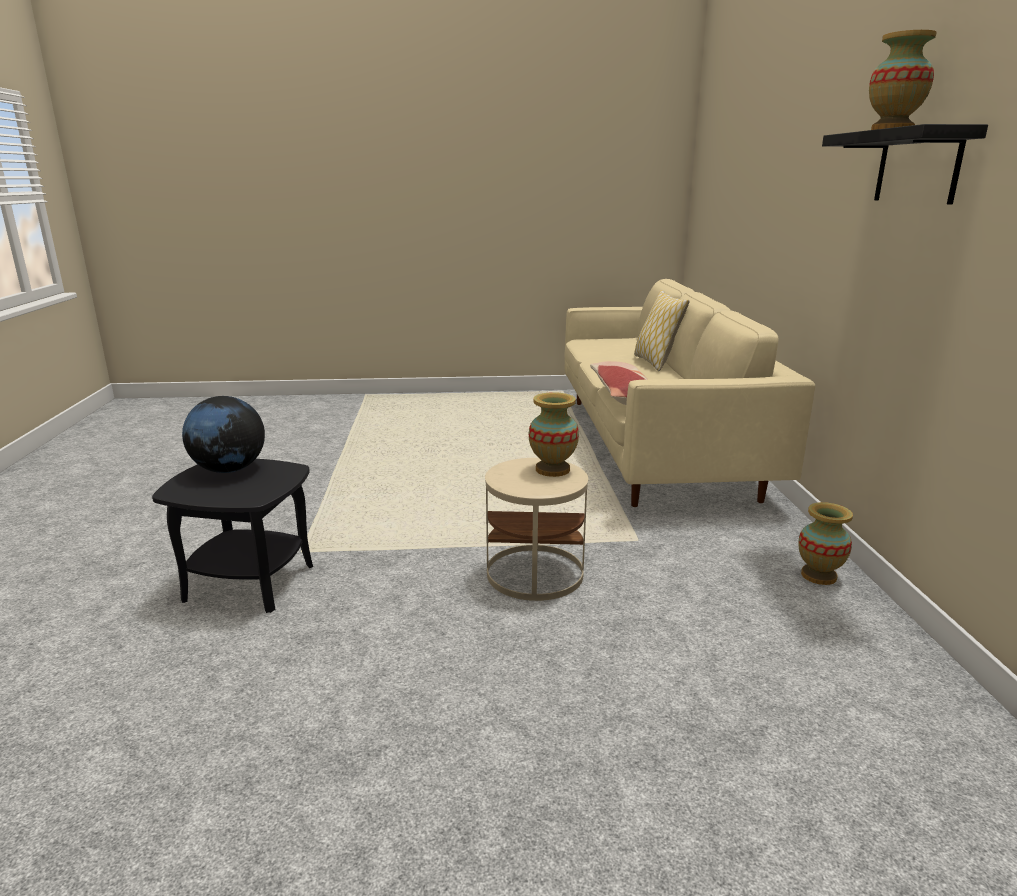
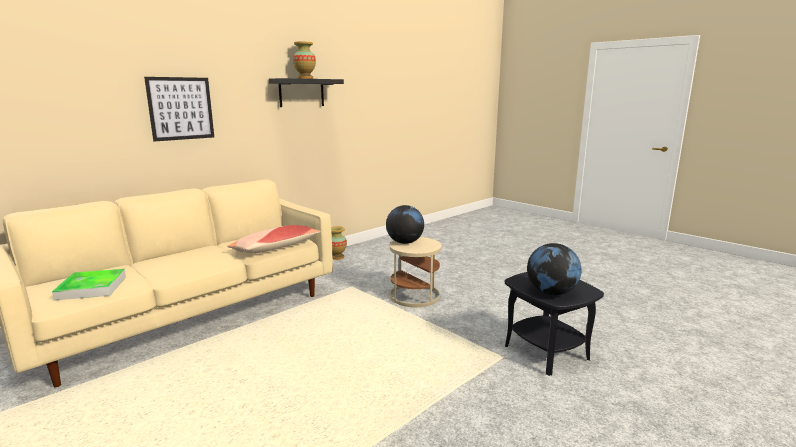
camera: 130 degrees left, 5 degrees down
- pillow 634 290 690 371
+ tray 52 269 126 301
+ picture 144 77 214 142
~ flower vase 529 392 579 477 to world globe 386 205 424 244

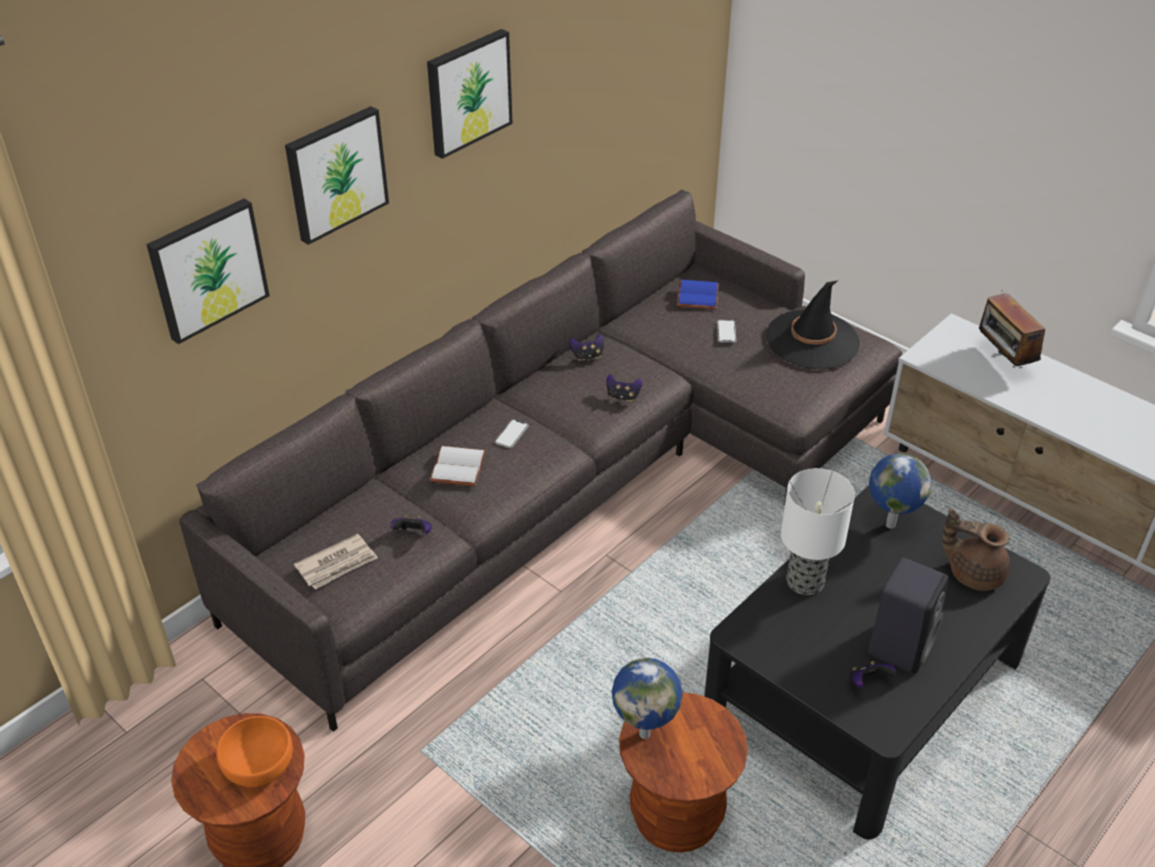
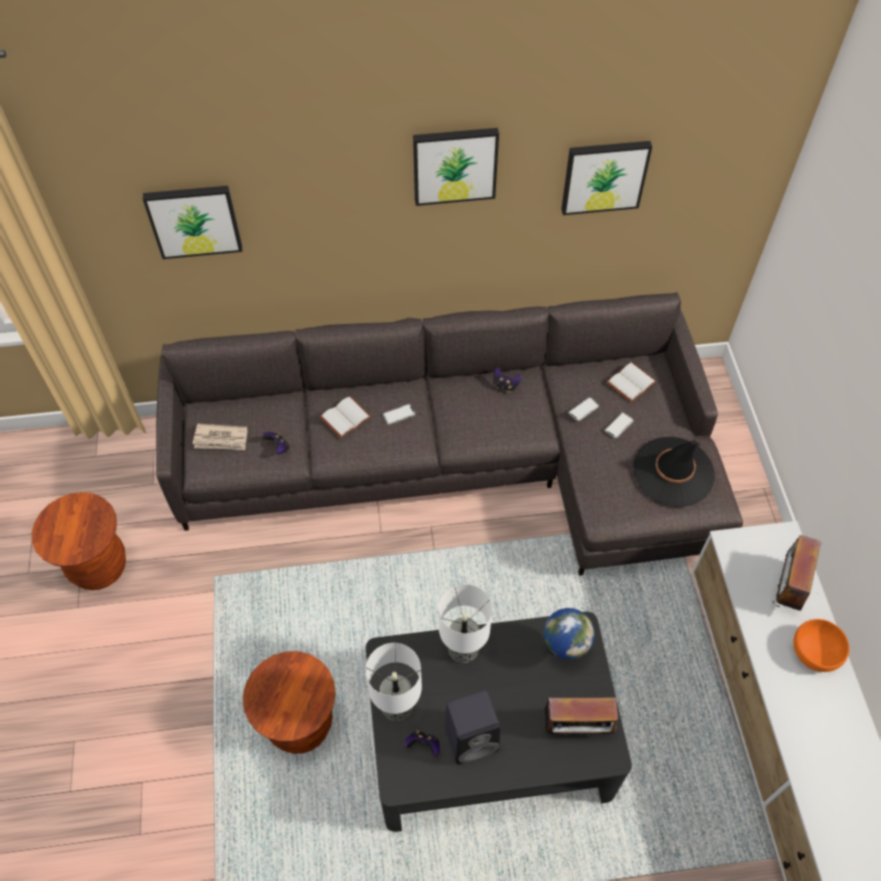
camera: 40 degrees right, 15 degrees up
- game controller 606 374 643 402
- world globe 612 658 682 739
+ lamp for a table 365 643 422 721
+ telephone 568 397 599 421
~ serving bowl in orange 216 716 293 787 to 793 619 849 672
~ picture 285 106 389 245 to 561 141 652 215
~ pot for tea in brown 942 509 1010 591 to radio set 544 693 620 745
~ book in blue 677 280 719 309 to book in white-coloured 606 362 657 403

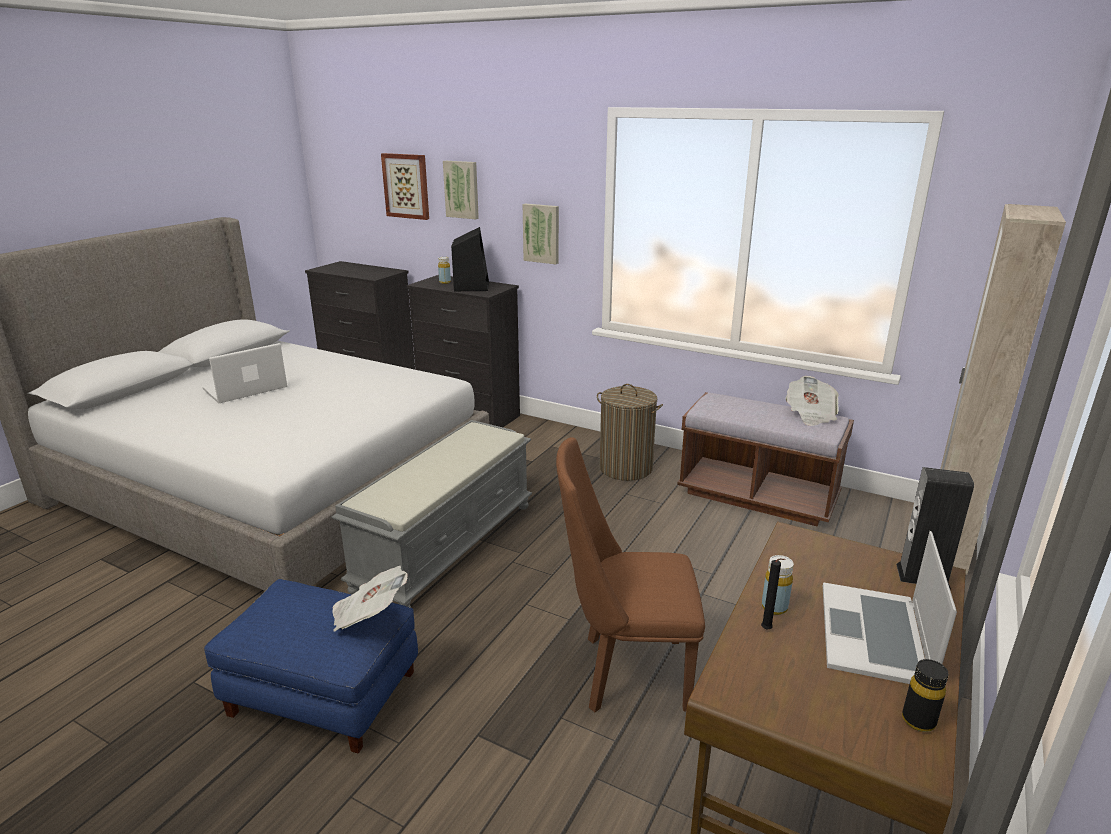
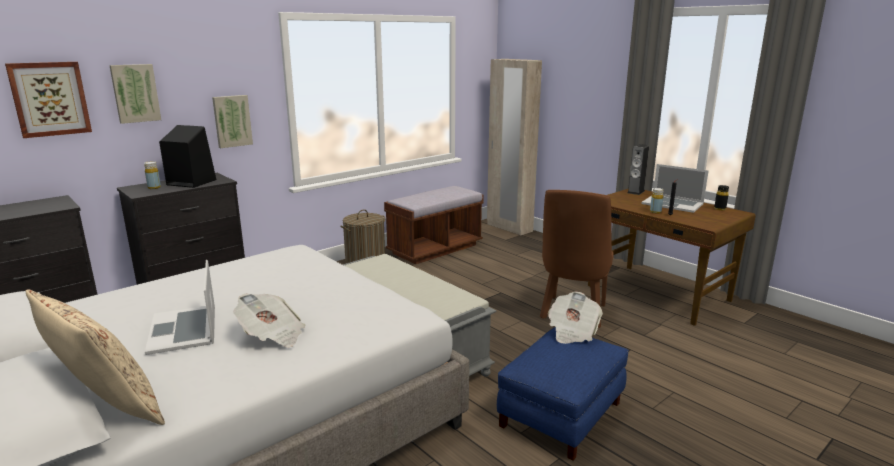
camera: 70 degrees left, 5 degrees down
+ pillow in beige 26 289 165 425
~ printed paper 785 376 839 426 to 233 293 305 347

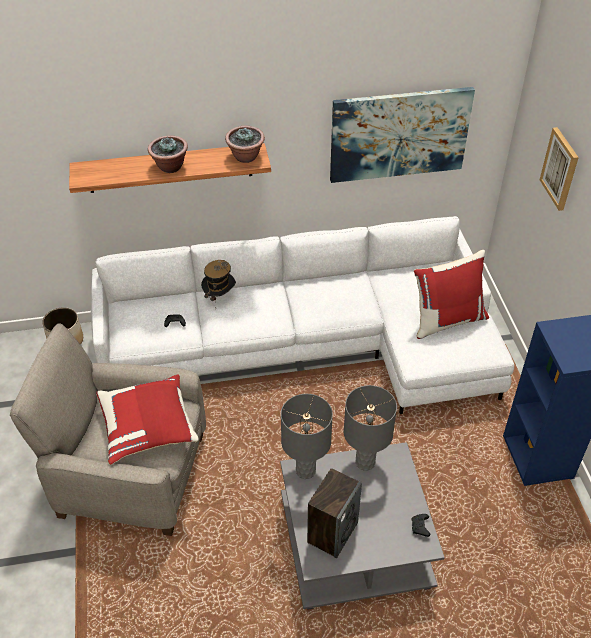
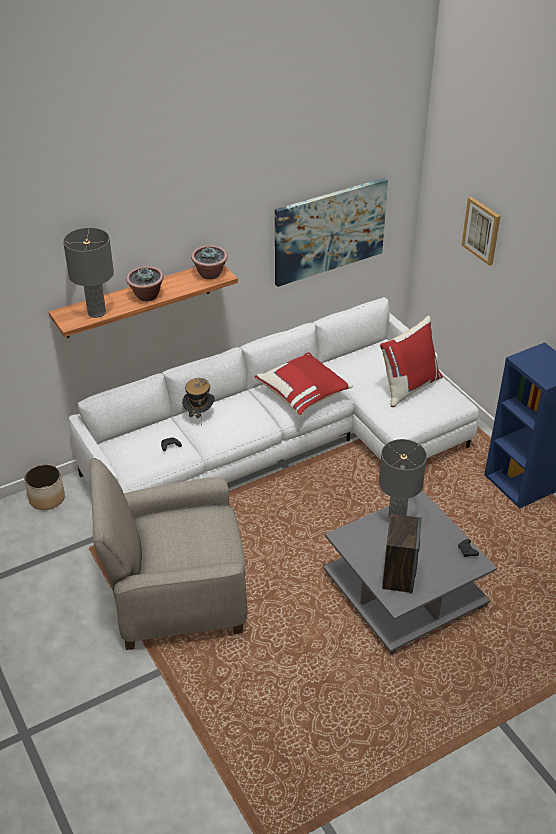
camera: 20 degrees left, 5 degrees down
~ pillow in reddish 96 374 199 465 to 255 352 353 415
~ lamp for a table in gray 281 394 333 479 to 63 227 114 318

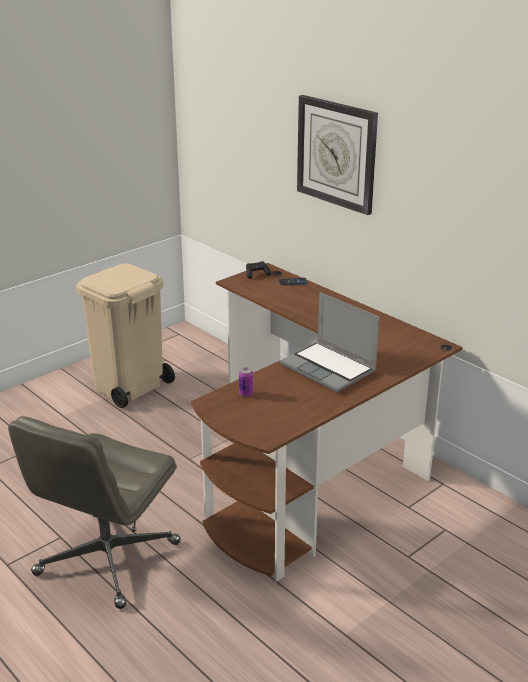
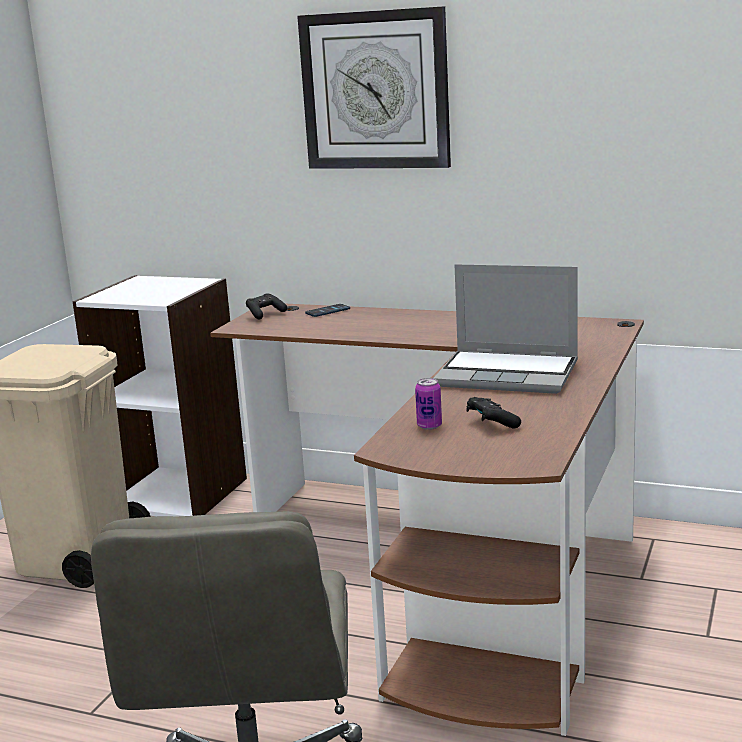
camera: 25 degrees left, 10 degrees down
+ shelving unit in white-coloured 73 275 247 516
+ game controller in black-coloured 467 397 521 428

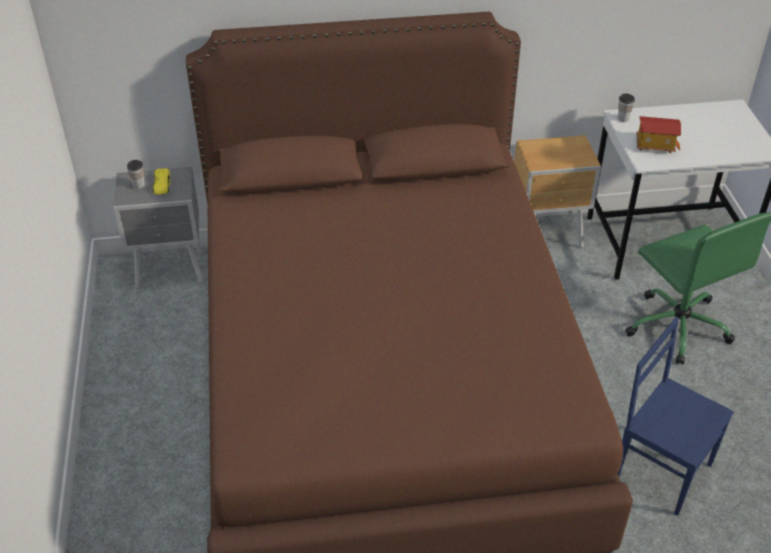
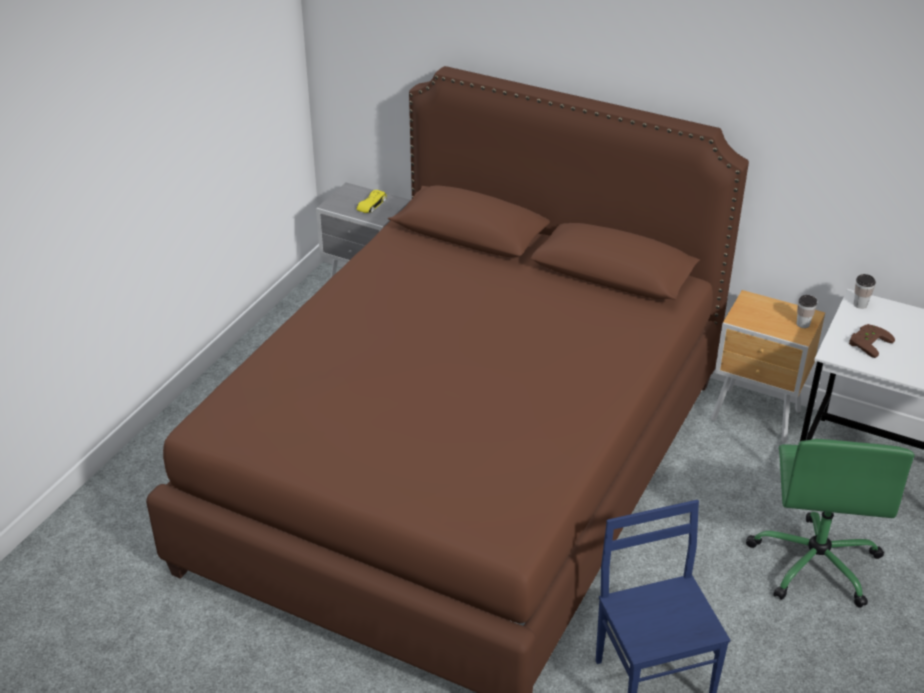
camera: 35 degrees right, 5 degrees down
~ small cup 127 160 145 189 to 797 295 817 328
~ miniature house 636 116 681 153 to game controller in brown 849 324 895 358

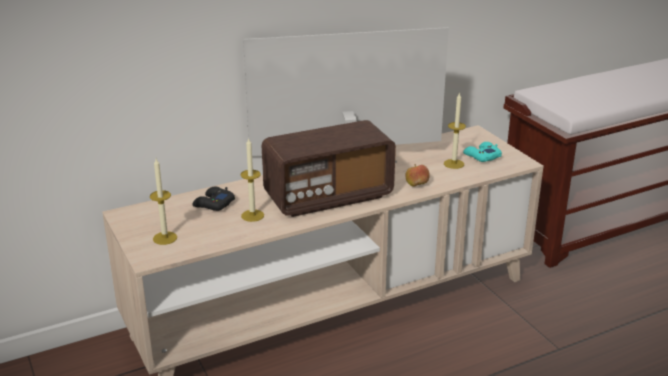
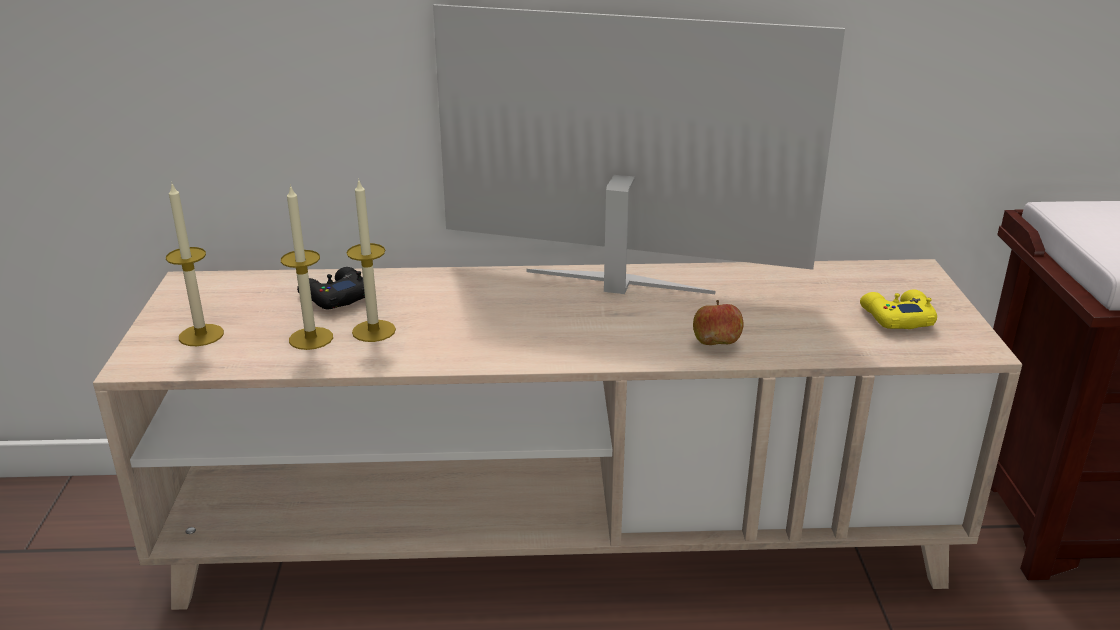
camera: 25 degrees right, 0 degrees up
- radio set 262 120 396 217
~ wax light 444 92 466 169 to 281 184 333 350
~ game controller in blue-green 463 142 502 162 to game controller in yellow-coloured 860 289 937 329

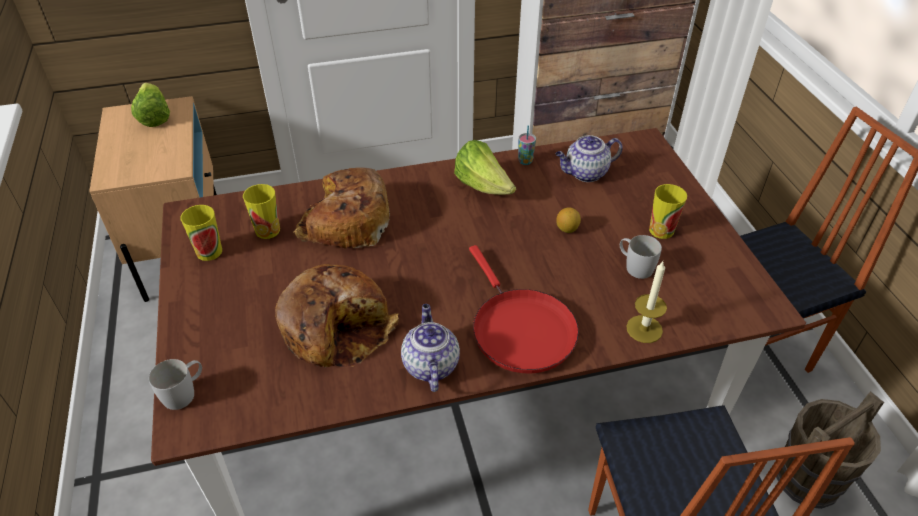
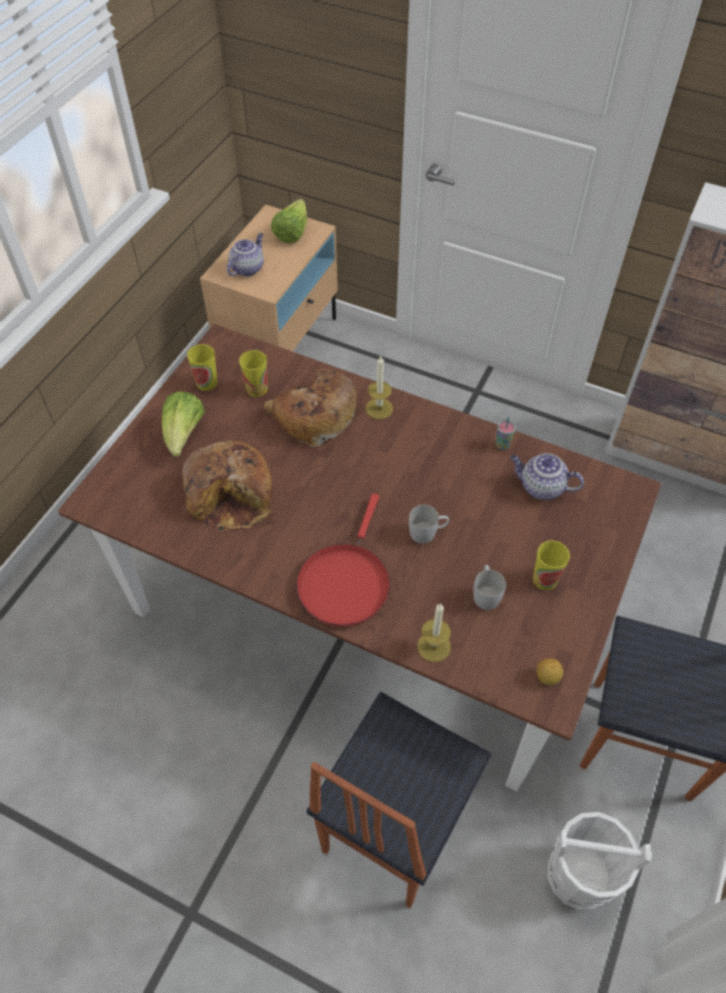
camera: 40 degrees right, 10 degrees up
+ wax light 366 355 393 419
~ tea mug in white-coloured 149 359 202 410 to 409 505 449 544
~ pot for tea 401 304 460 392 to 227 233 264 276
~ head of lettuce 454 140 516 195 to 162 391 204 457
~ citrus fruit 556 207 581 233 to 537 658 564 685
~ bucket in brown 776 391 884 509 to bucket in white-coloured 548 812 652 910

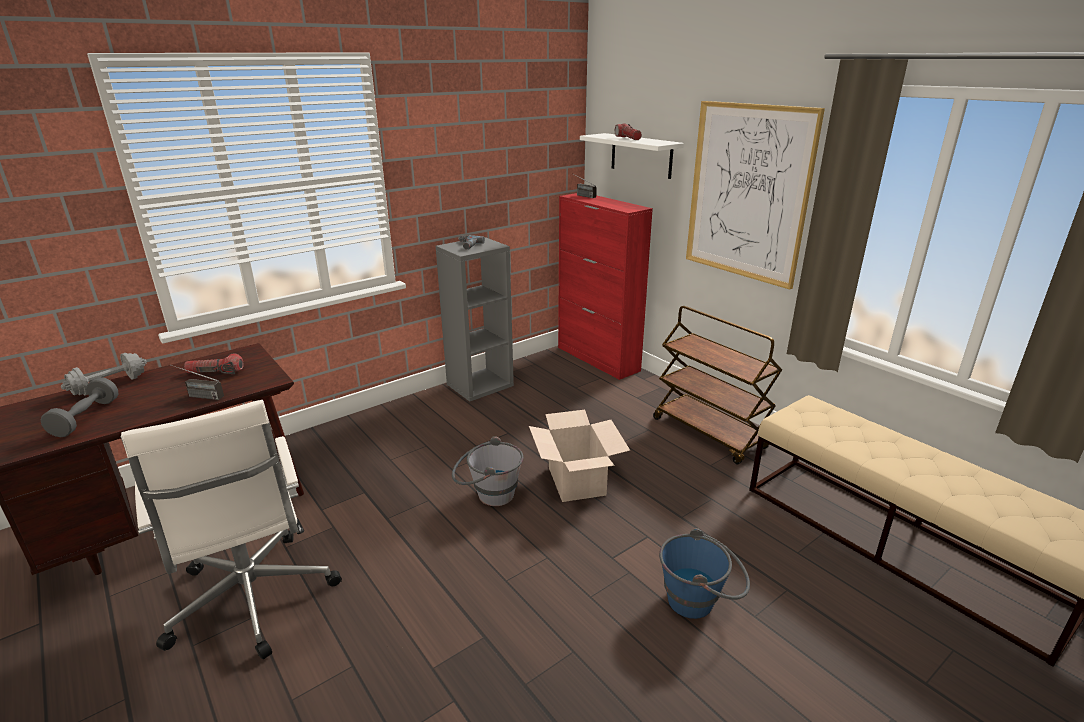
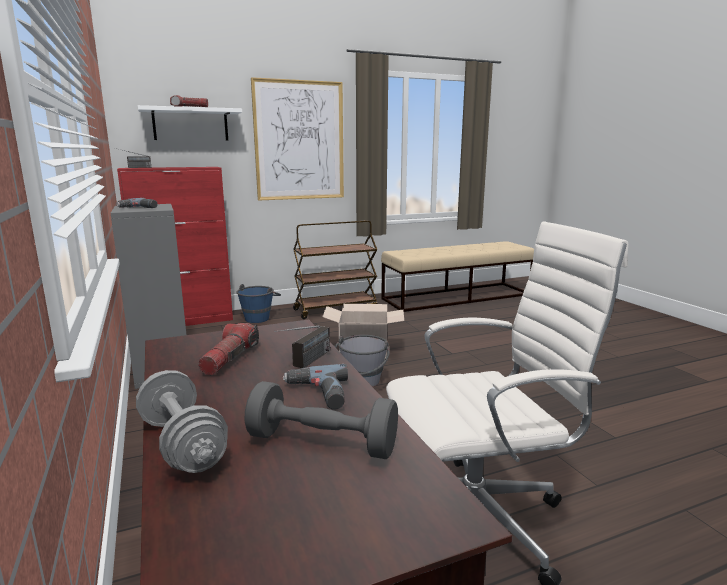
camera: 75 degrees left, 10 degrees down
+ drill 283 364 348 410
~ bucket in blue 659 528 750 619 to 236 284 281 323

